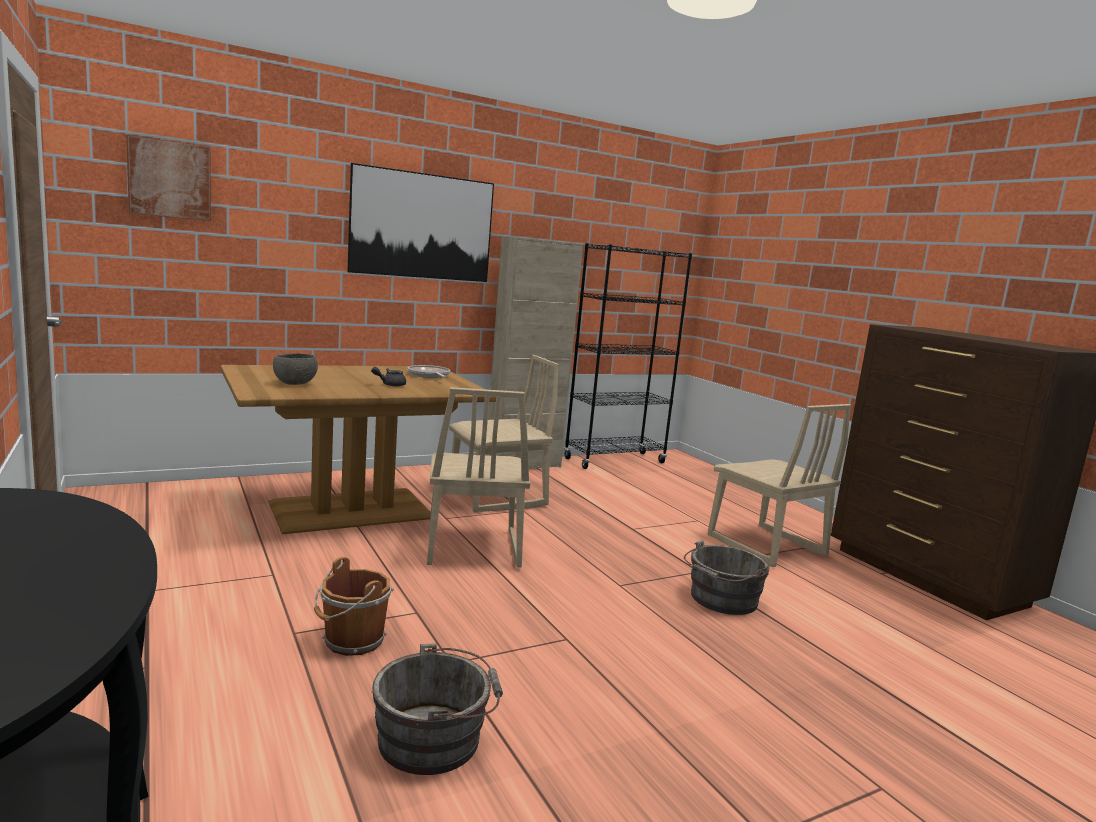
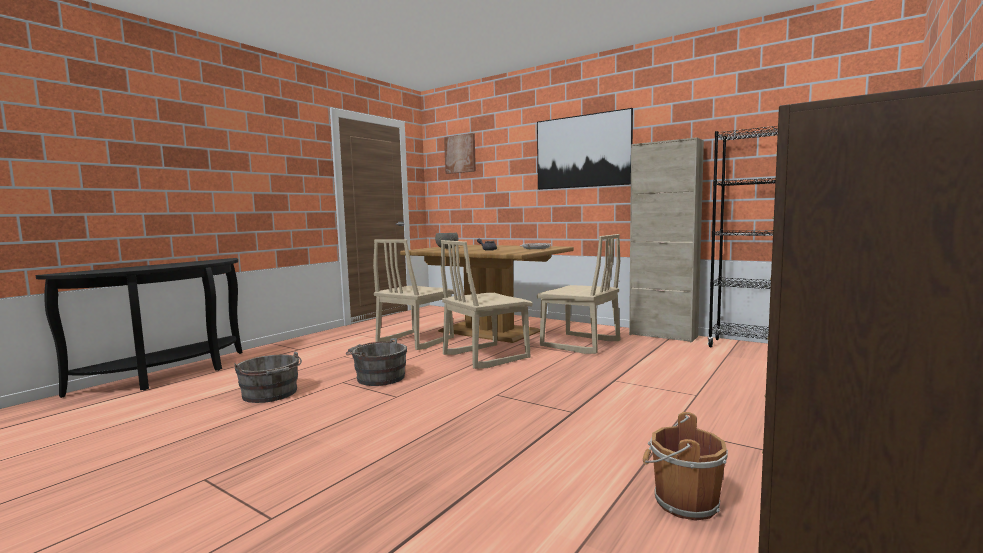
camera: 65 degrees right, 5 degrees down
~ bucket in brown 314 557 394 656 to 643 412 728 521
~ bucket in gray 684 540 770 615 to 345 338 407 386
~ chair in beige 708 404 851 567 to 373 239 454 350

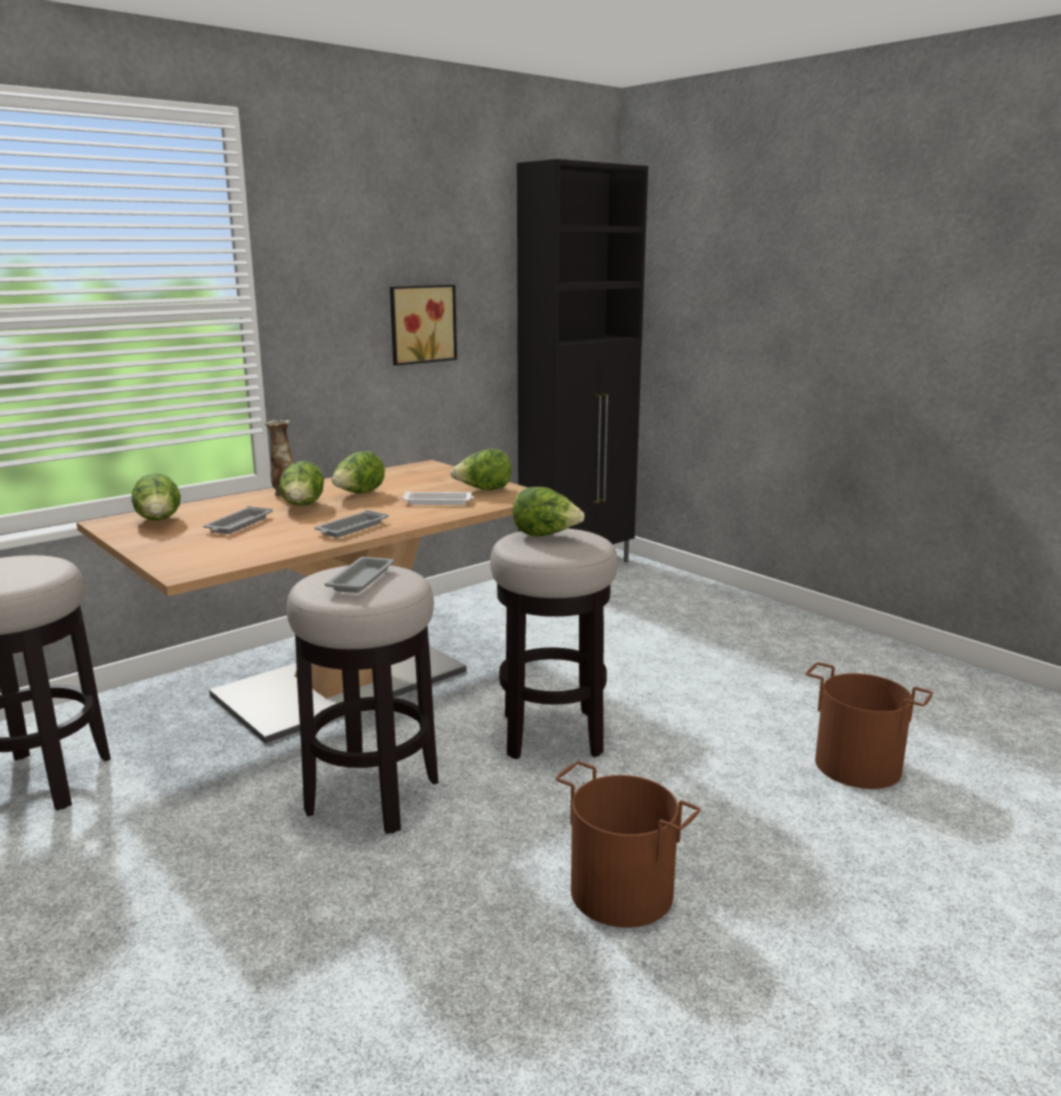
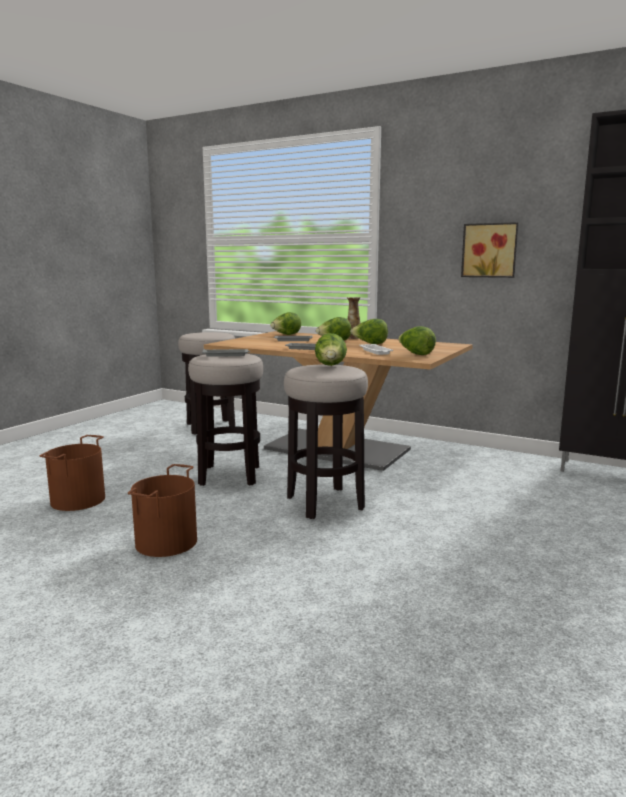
camera: 70 degrees right, 5 degrees down
~ bucket in brown 806 662 933 789 to 40 435 105 511

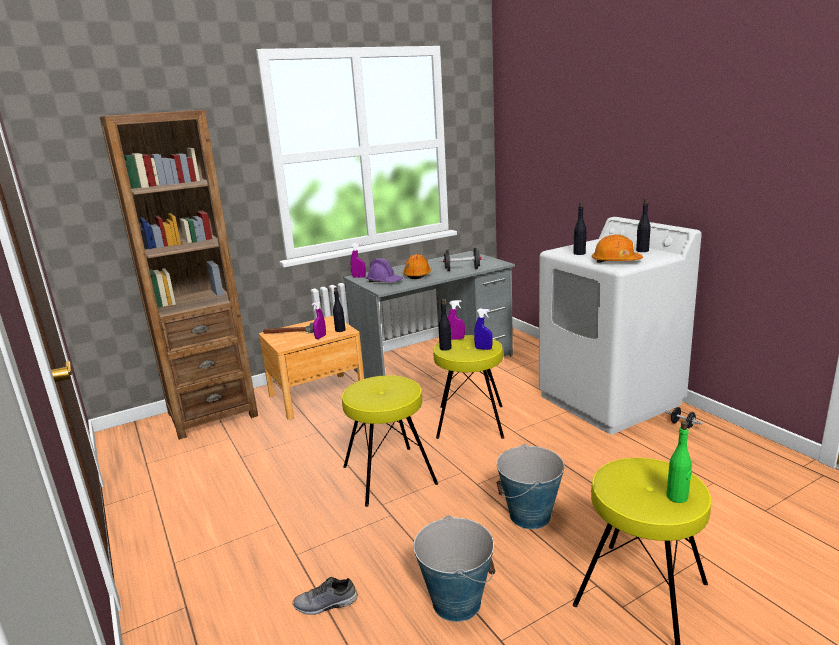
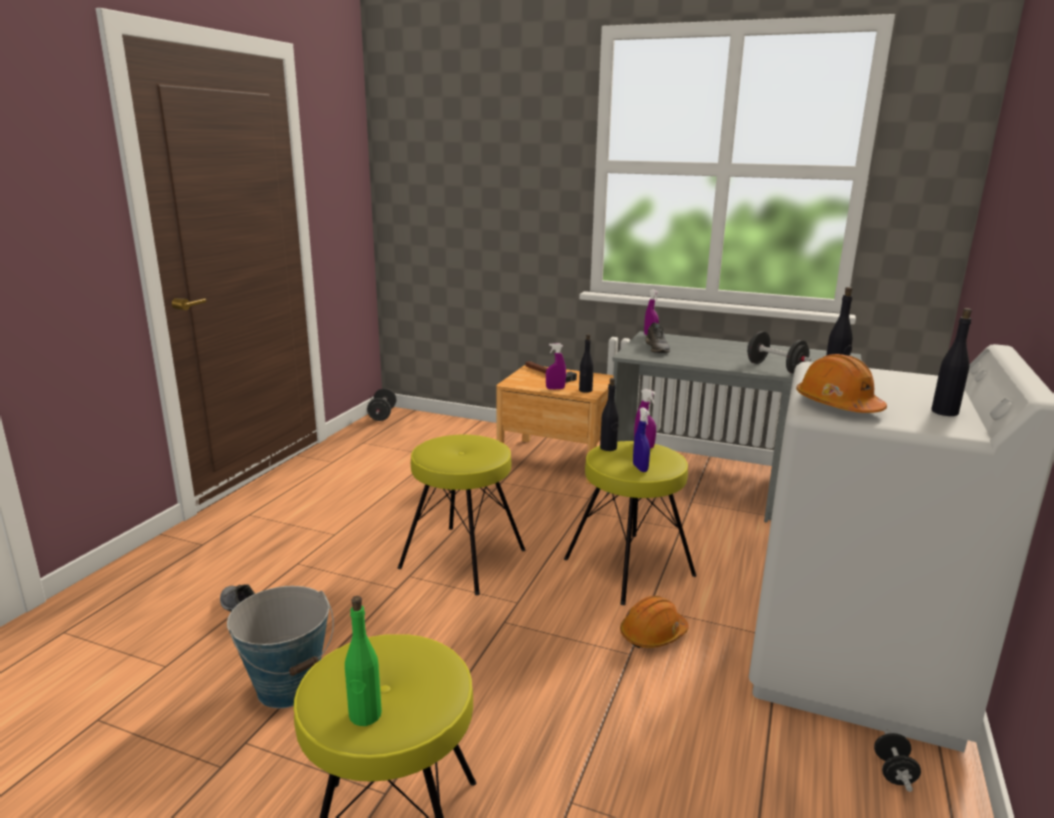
camera: 50 degrees right, 0 degrees up
- shelving unit in brown 100 110 258 440
- bucket 496 444 565 529
+ free weight in black-coloured 367 388 396 421
~ safety helmet in orange 403 254 431 279 to 620 596 689 648
~ safety helmet in purple 366 258 403 282 to item of footwear in gray 646 323 670 353

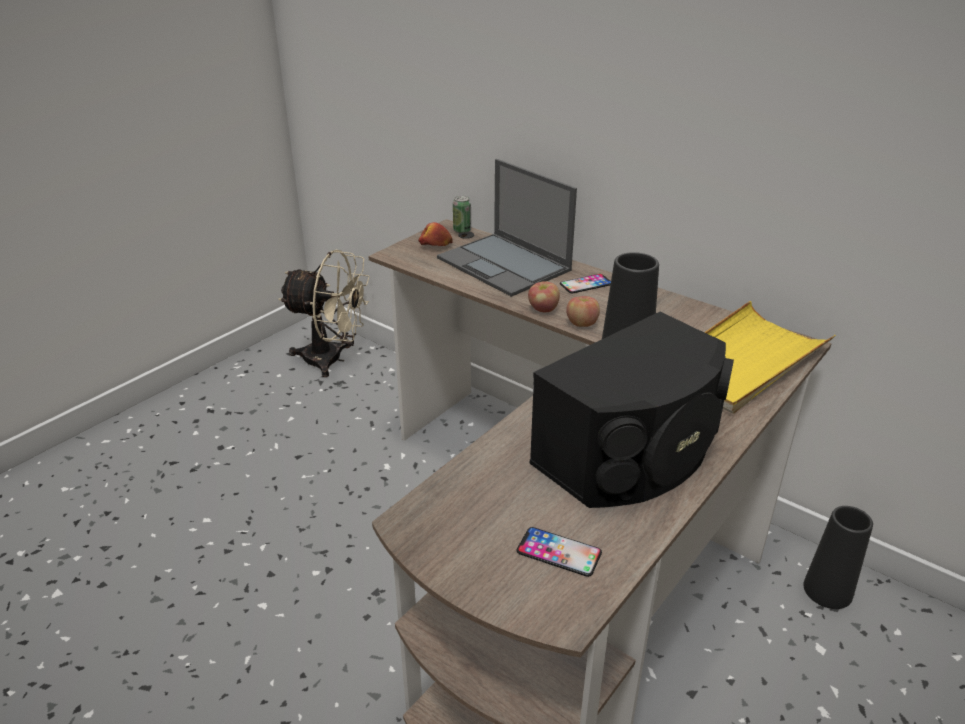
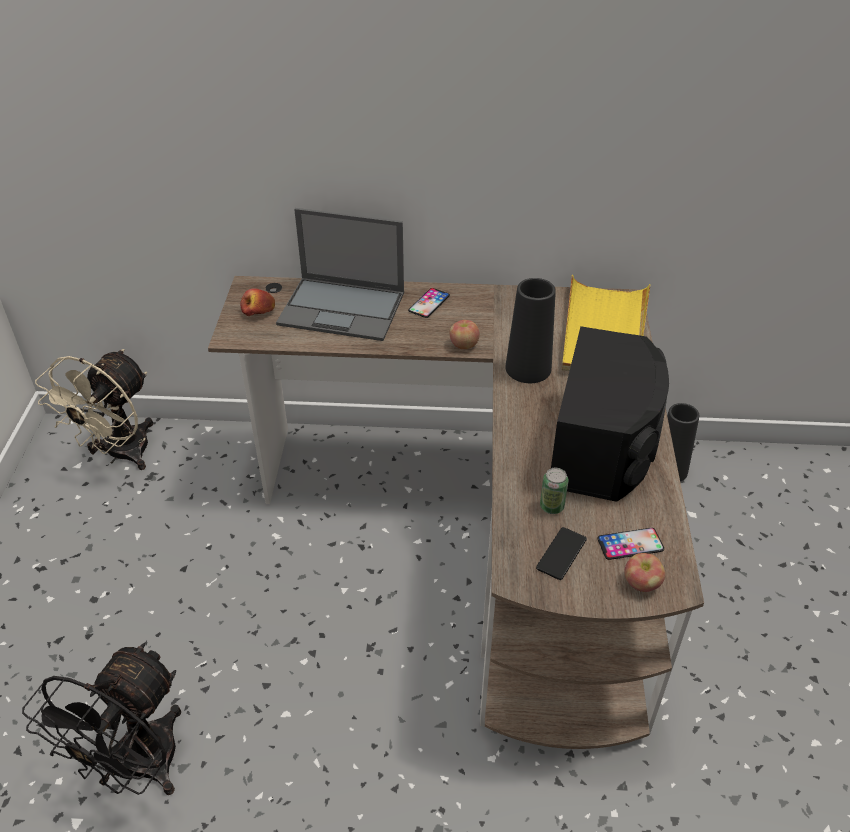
camera: 35 degrees left, 10 degrees up
+ electric fan in black-coloured 22 643 181 795
+ telephone 536 527 587 580
~ can 453 196 471 234 to 540 468 568 514
~ apple 528 281 560 312 to 625 553 665 592
~ electric fan in beige 279 250 370 377 = 35 349 153 470 135 degrees clockwise

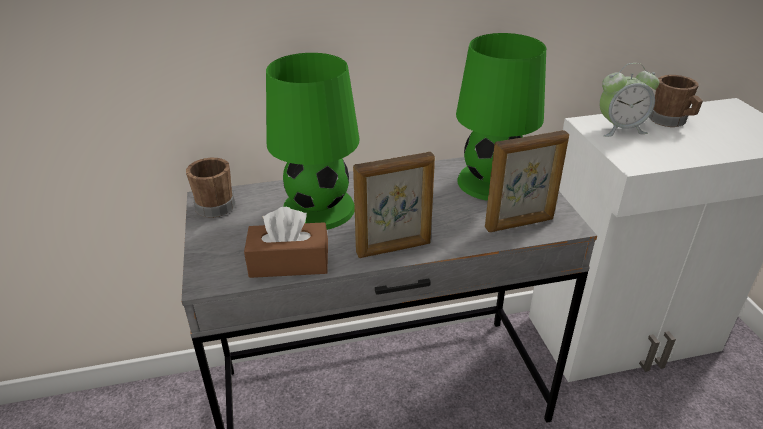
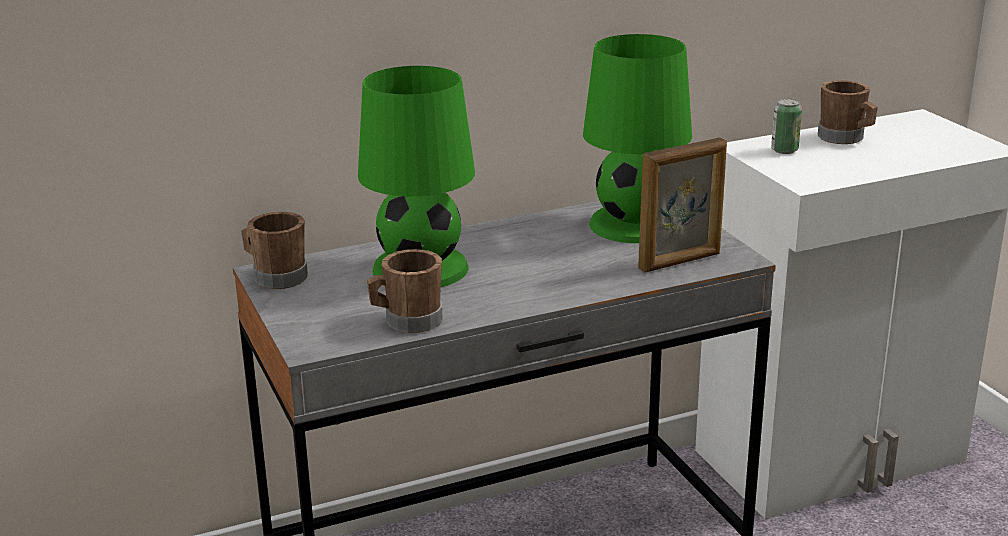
camera: 10 degrees left, 10 degrees down
- standing frame 353 152 435 258
~ tissue box in brown 244 207 328 278 to tea mug in brown 367 249 442 333
~ alarm clock 599 63 659 137 to can 771 98 802 154

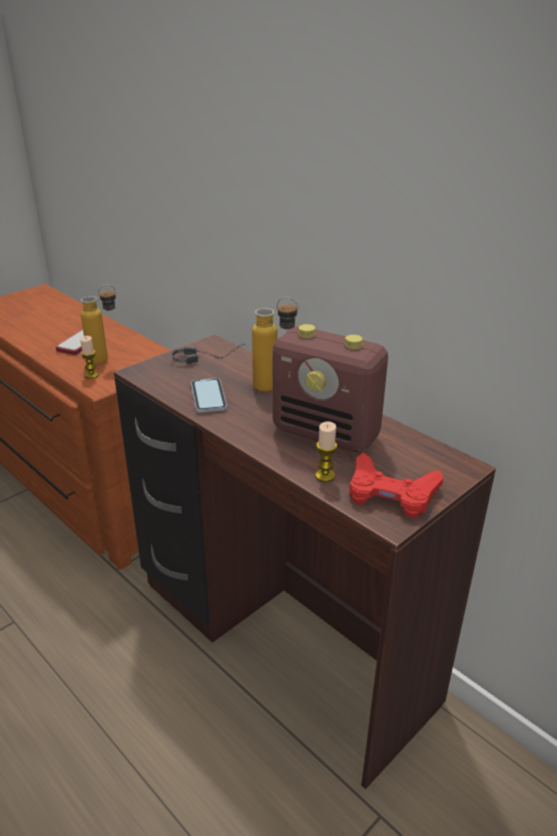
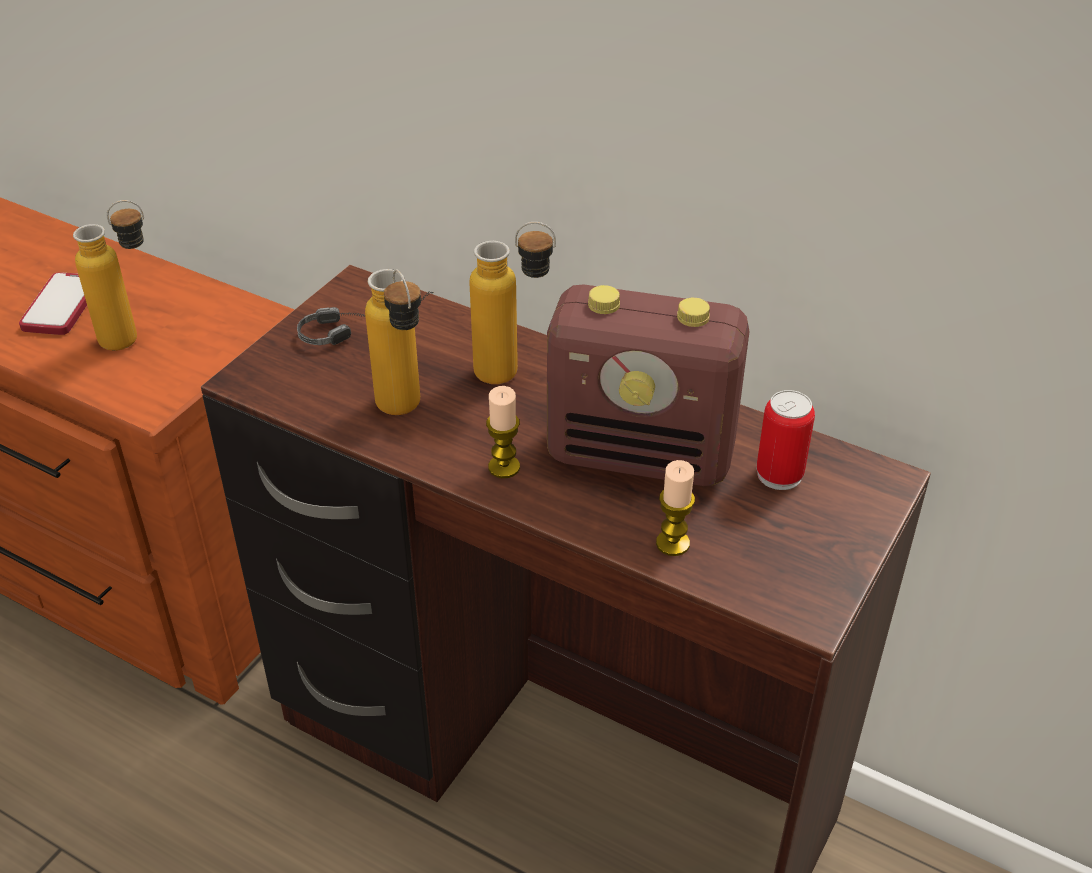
camera: 15 degrees left, 10 degrees up
- game controller in reddish 349 452 443 518
+ can 757 390 815 490
~ wax light 80 336 99 379 to 486 386 520 478
~ telephone 191 378 227 413 to drink bottle 365 269 421 415

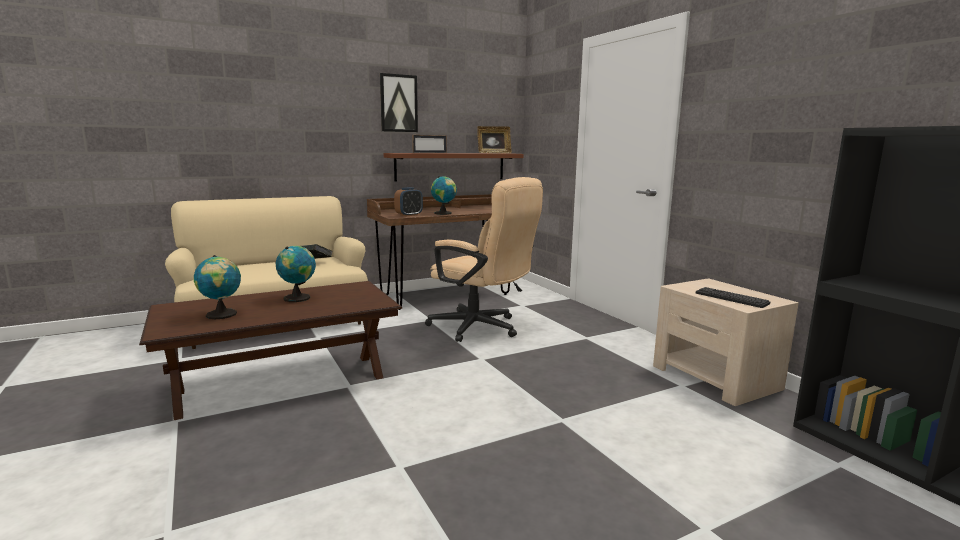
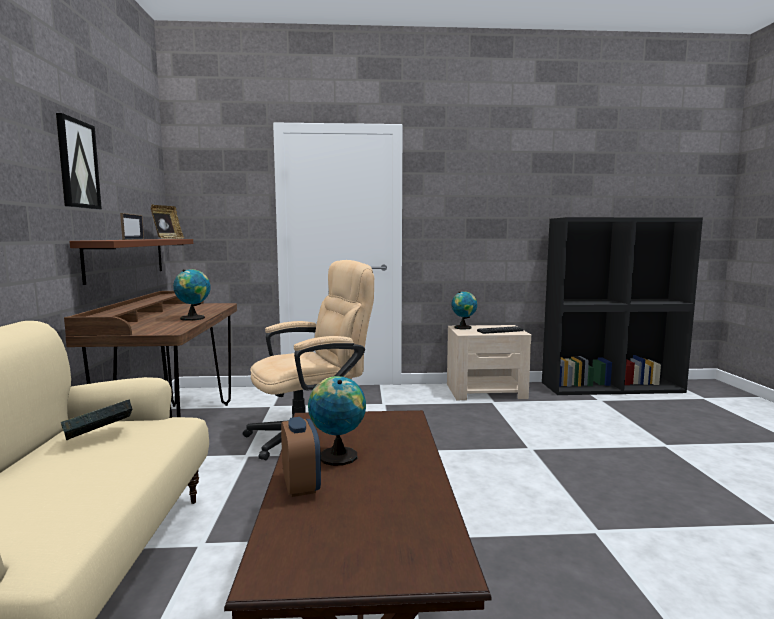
camera: 65 degrees left, 5 degrees down
~ world globe 194 255 241 319 to 451 291 477 329
~ alarm clock 394 187 423 216 to 281 417 321 497

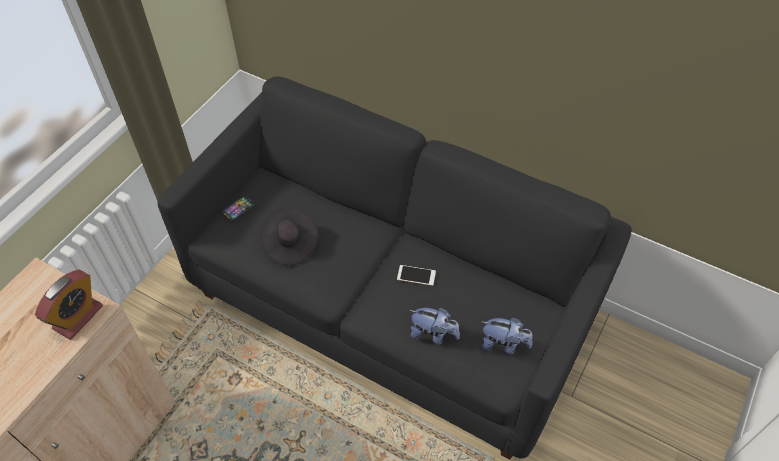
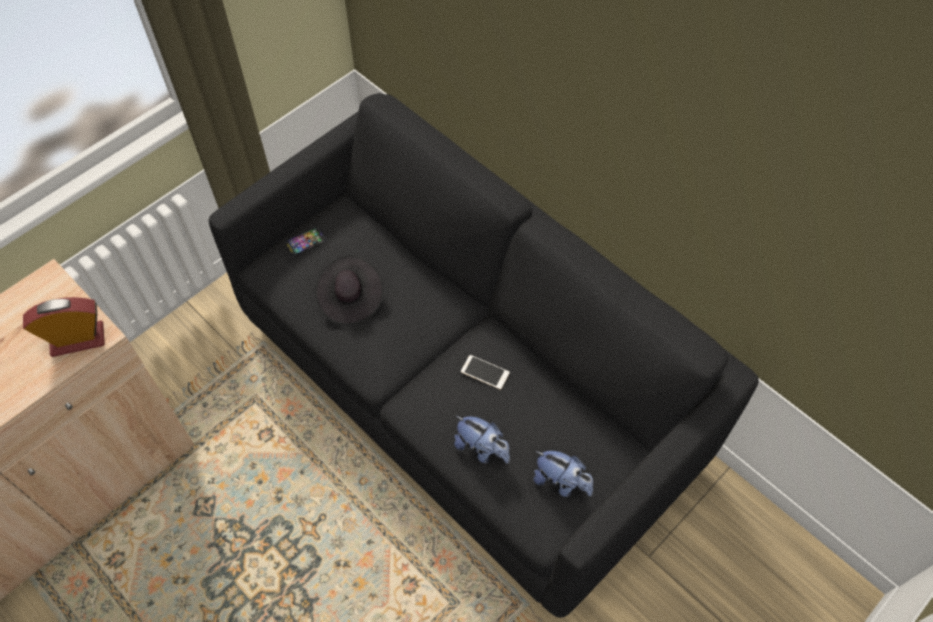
camera: 15 degrees right, 5 degrees up
~ alarm clock 35 269 103 340 = 23 297 105 357 150 degrees counterclockwise

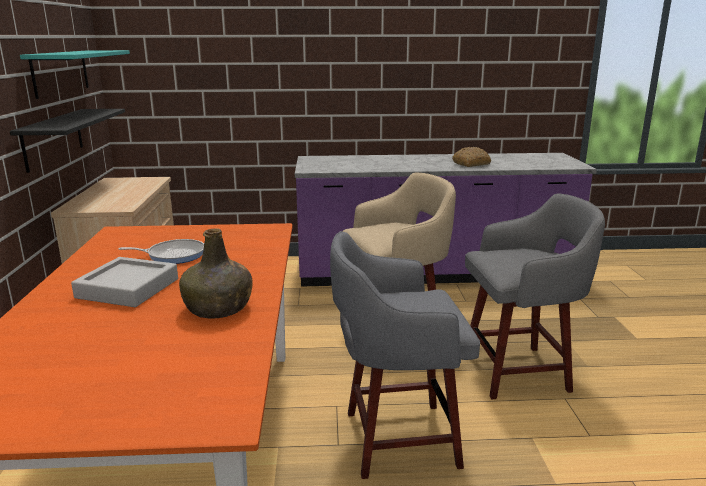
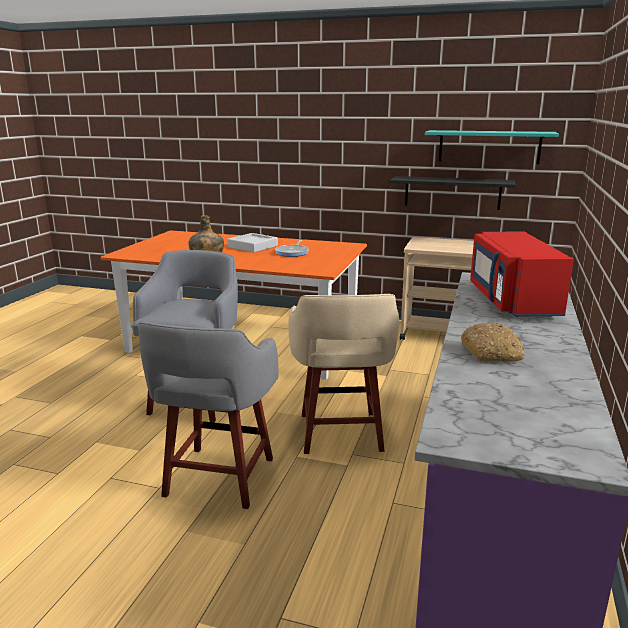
camera: 110 degrees right, 0 degrees up
+ kitchen microwave in reddish 470 232 574 317

